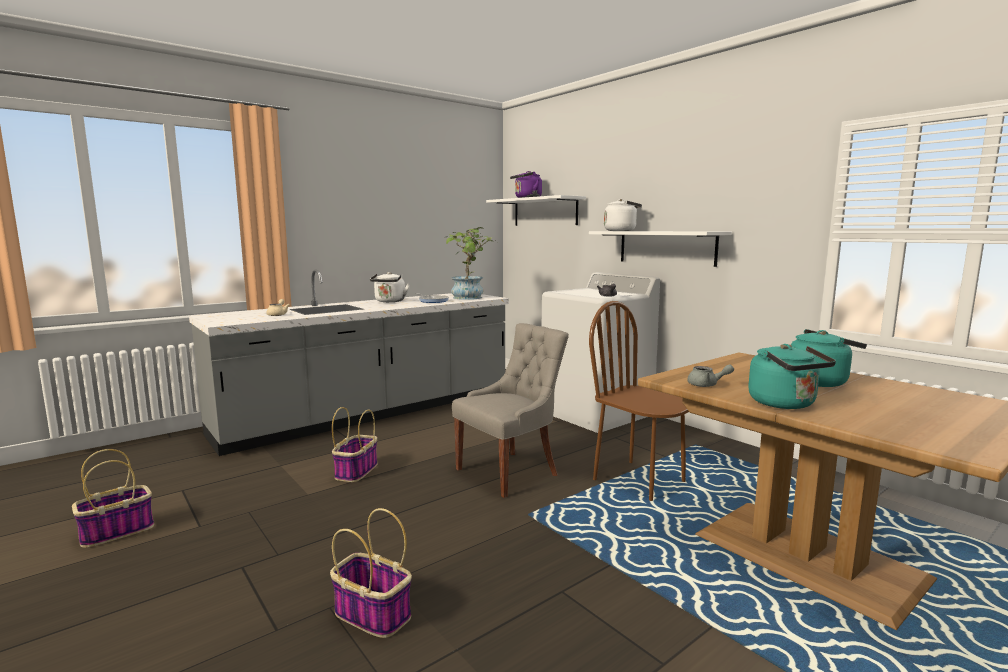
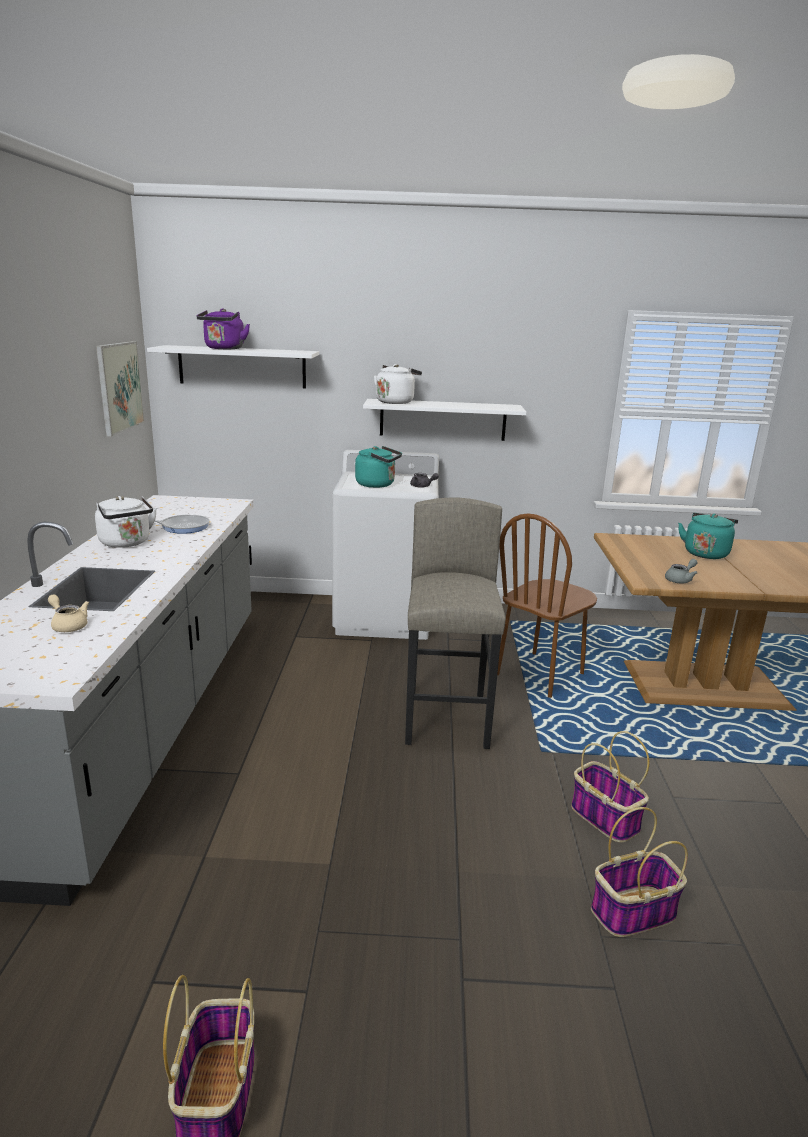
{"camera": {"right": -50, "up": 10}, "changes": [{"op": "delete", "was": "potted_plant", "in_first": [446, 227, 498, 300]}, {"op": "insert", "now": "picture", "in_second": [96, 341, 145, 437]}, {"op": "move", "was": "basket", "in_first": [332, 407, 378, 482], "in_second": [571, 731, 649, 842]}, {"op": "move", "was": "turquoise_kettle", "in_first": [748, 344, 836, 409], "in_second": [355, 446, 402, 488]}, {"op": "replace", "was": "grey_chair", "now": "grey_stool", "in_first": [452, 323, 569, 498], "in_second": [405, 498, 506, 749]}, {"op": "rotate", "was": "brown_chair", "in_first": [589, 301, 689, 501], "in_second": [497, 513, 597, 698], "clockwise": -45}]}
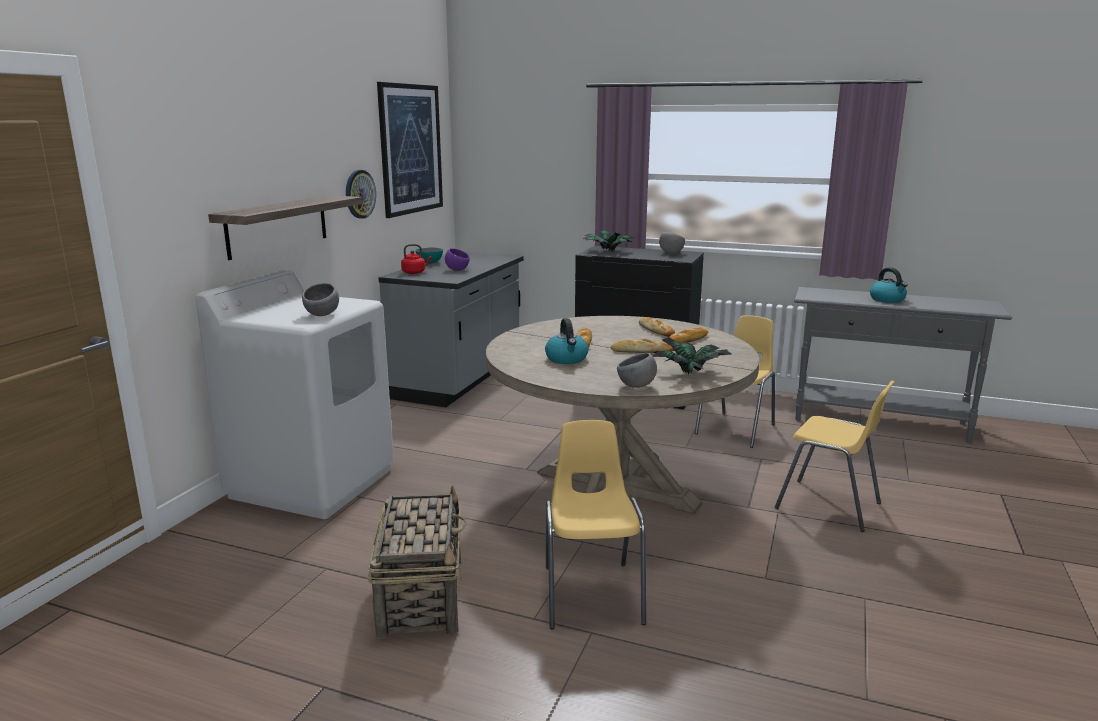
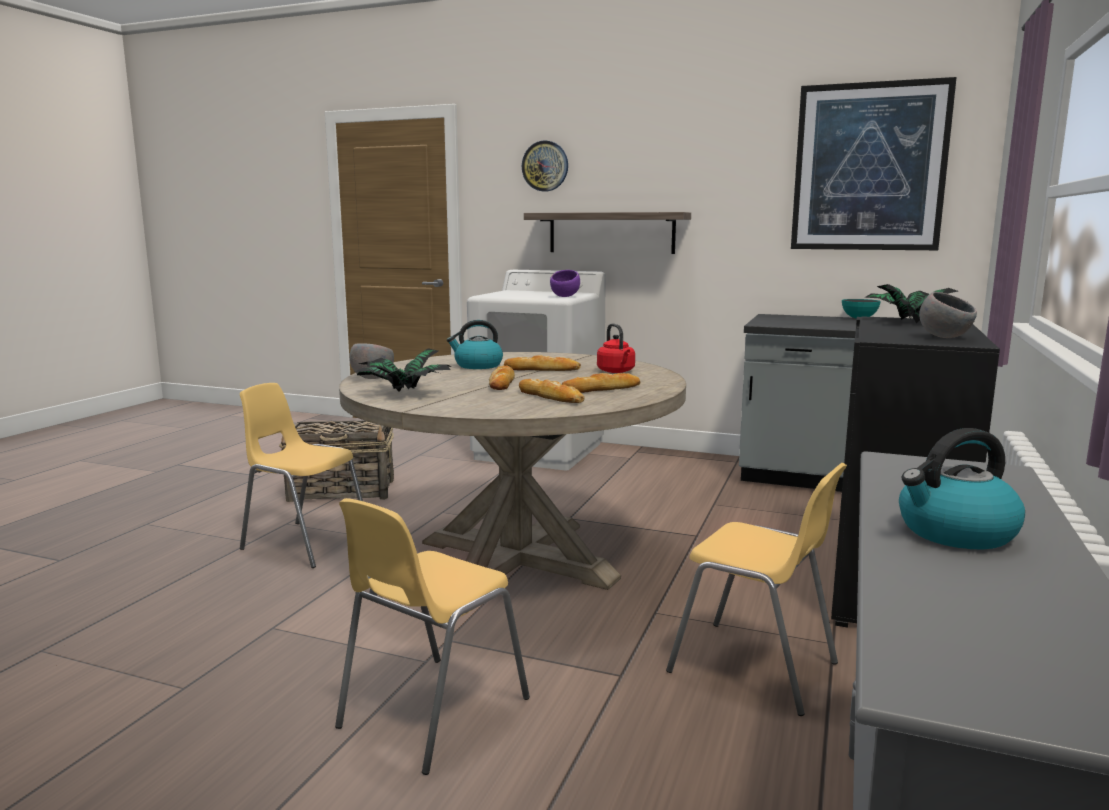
{"camera": {"right": 90, "up": -5}, "changes": [{"op": "delete", "was": "grey_bowl", "in_first": [302, 283, 339, 316]}, {"op": "move", "was": "wall_clock", "in_first": [346, 170, 376, 219], "in_second": [522, 141, 568, 191]}, {"op": "move", "was": "red_kettle", "in_first": [401, 244, 432, 274], "in_second": [597, 323, 635, 373]}, {"op": "move", "was": "purple_bowl", "in_first": [445, 248, 470, 271], "in_second": [550, 270, 580, 297]}, {"op": "rotate", "was": "yellow_chair", "in_first": [546, 420, 646, 629], "in_second": [240, 383, 363, 568], "clockwise": -150}]}
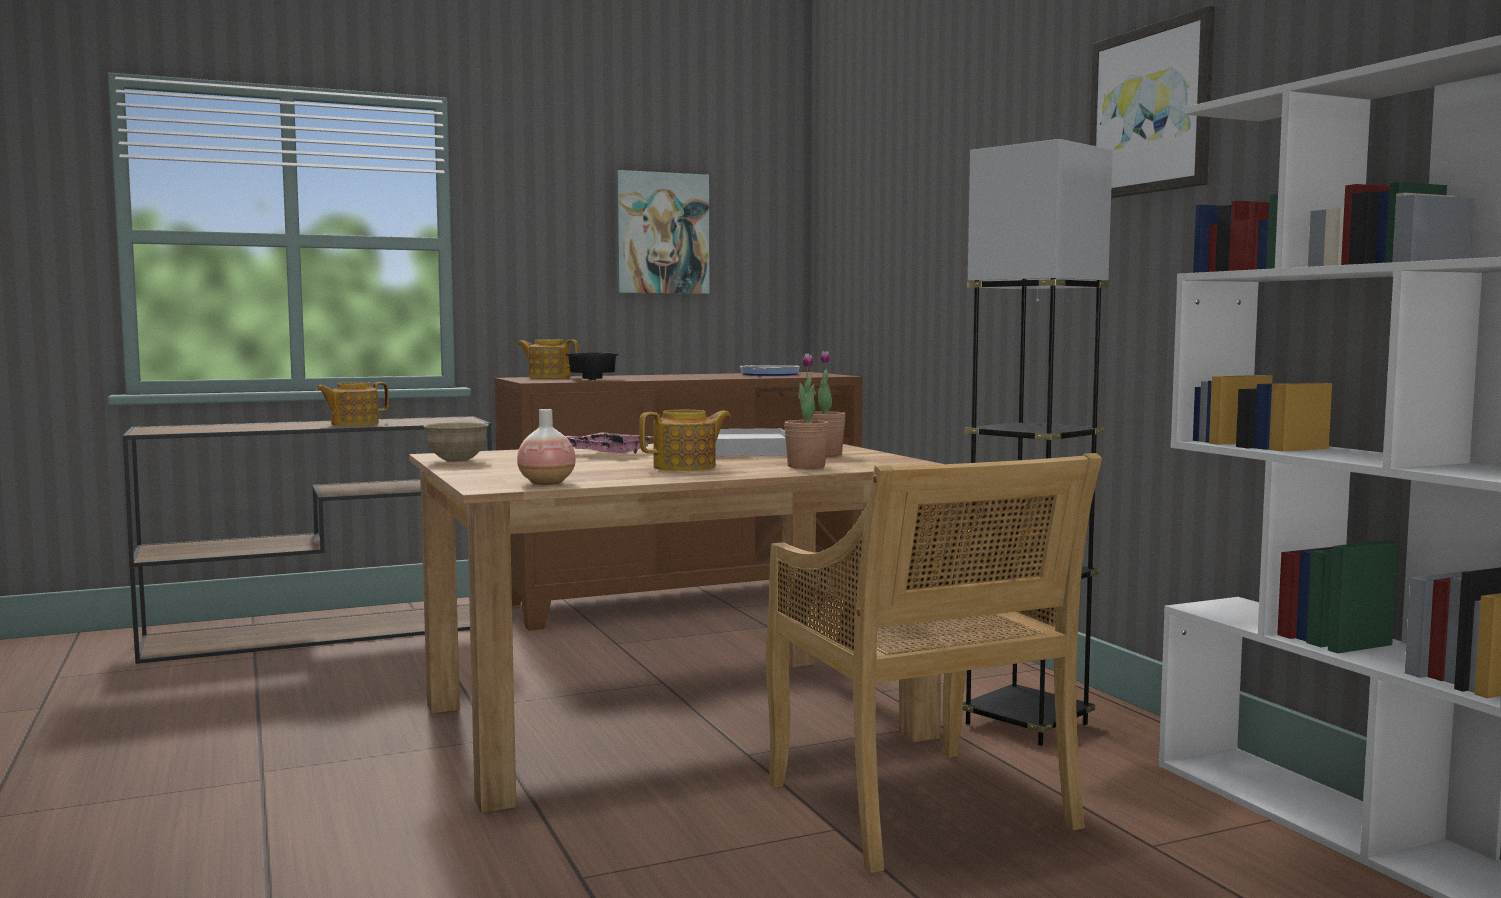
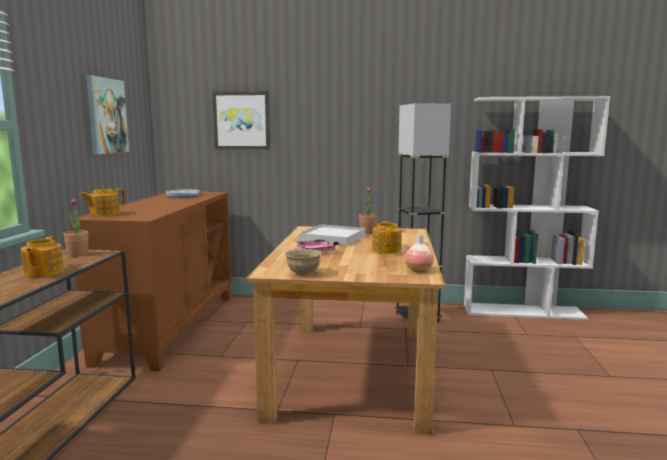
{"camera": {"right": -60, "up": 5}, "changes": [{"op": "delete", "was": "black_bowl", "in_first": [565, 353, 619, 380]}, {"op": "delete", "was": "beige_chair", "in_first": [766, 453, 1102, 873]}, {"op": "move", "was": "potted_plant", "in_first": [784, 353, 829, 469], "in_second": [64, 199, 89, 256]}, {"op": "move", "was": "picture", "in_first": [1089, 6, 1215, 198], "in_second": [212, 91, 270, 149]}]}
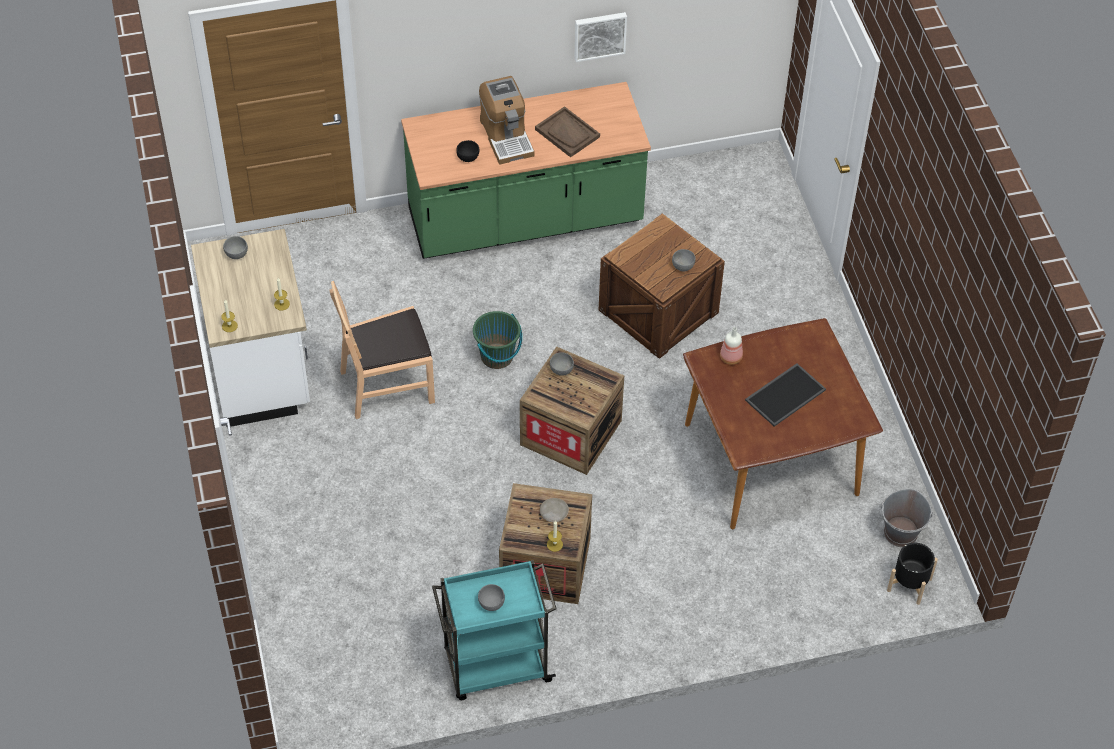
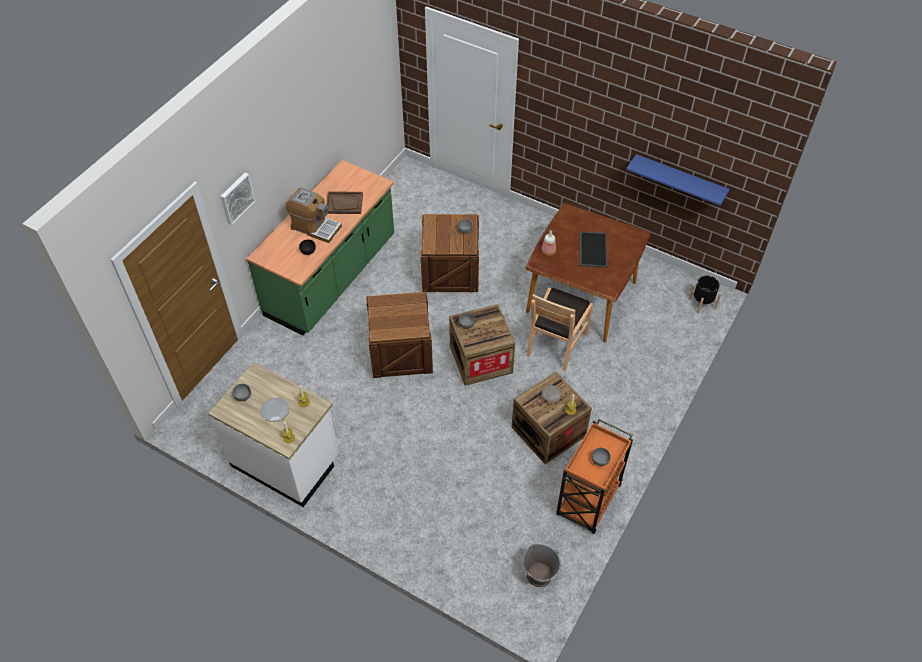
{"camera": {"right": -45, "up": 0}, "changes": [{"op": "insert", "now": "plate", "in_second": [261, 397, 289, 422]}, {"op": "insert", "now": "blue_shelf", "in_second": [626, 154, 730, 206]}, {"op": "move", "was": "brown_chair", "in_first": [330, 281, 435, 419], "in_second": [526, 288, 593, 371]}, {"op": "move", "was": "picture", "in_first": [574, 12, 627, 62], "in_second": [220, 173, 255, 225]}, {"op": "move", "was": "grey_bucket", "in_first": [879, 488, 934, 547], "in_second": [523, 544, 562, 587]}, {"op": "replace", "was": "green_bucket", "now": "crate", "in_first": [473, 311, 522, 369], "in_second": [366, 292, 433, 378]}, {"op": "recolor", "was": "turquoise_cart", "now": "orange_cart", "in_first": [432, 560, 556, 700], "in_second": [556, 419, 633, 534]}]}
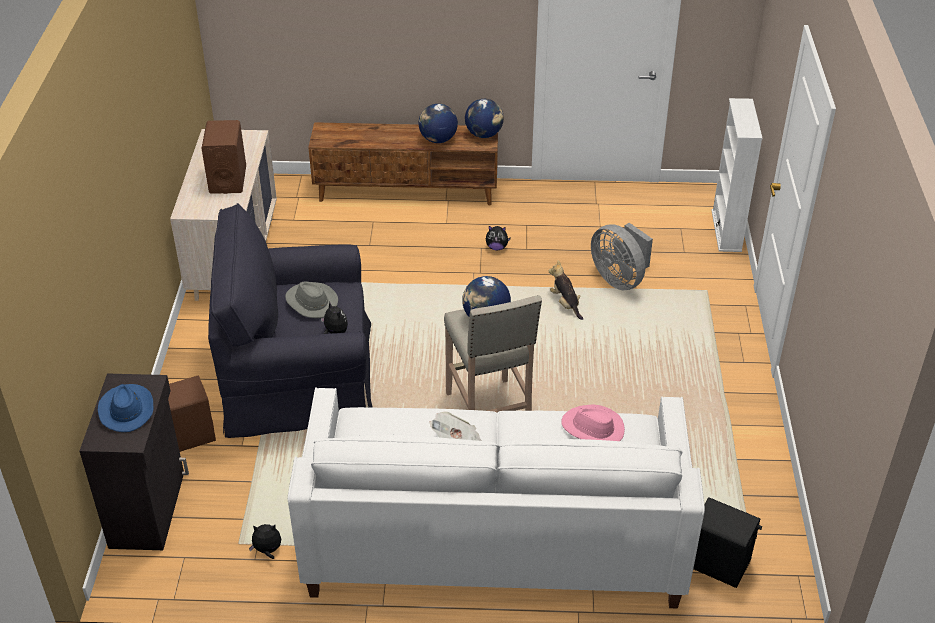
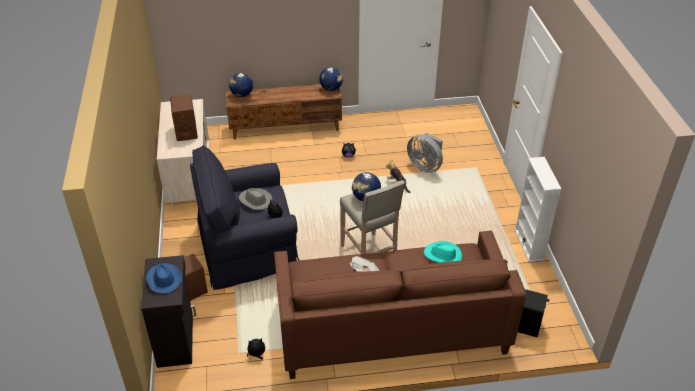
{"camera": {"right": -10, "up": 0}, "changes": [{"op": "move", "was": "globe", "in_first": [418, 104, 458, 143], "in_second": [229, 73, 253, 97]}, {"op": "move", "was": "white_bookcase", "in_first": [711, 98, 763, 252], "in_second": [515, 157, 561, 262]}, {"op": "recolor", "was": "white_sofa", "now": "brown_sofa", "in_first": [288, 387, 705, 608], "in_second": [274, 230, 526, 379]}, {"op": "recolor", "was": "pink_hat", "now": "turquoise_hat", "in_first": [562, 404, 625, 441], "in_second": [424, 241, 462, 263]}]}
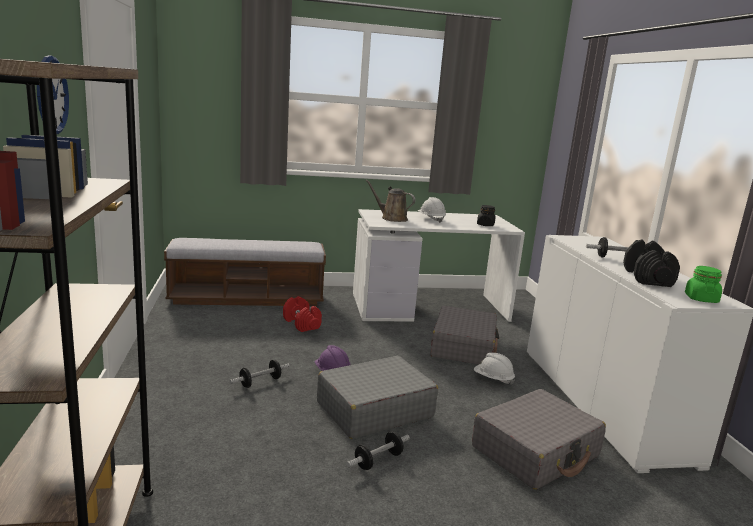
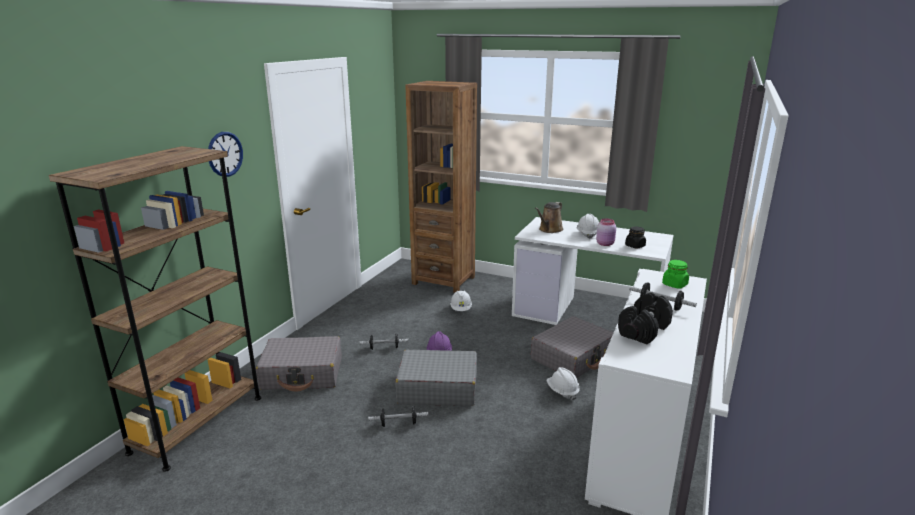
{"camera": {"right": 35, "up": 5}, "changes": [{"op": "insert", "now": "pink_jar", "in_second": [596, 219, 616, 246]}, {"op": "move", "was": "grey_suitcase", "in_first": [472, 389, 606, 490], "in_second": [256, 336, 342, 392]}, {"op": "move", "was": "green_jar", "in_first": [685, 266, 722, 303], "in_second": [662, 260, 689, 289]}, {"op": "replace", "was": "bench", "now": "brown_bookcase", "in_first": [164, 238, 326, 306], "in_second": [405, 81, 477, 293]}, {"op": "replace", "was": "red_dumbbell", "now": "white_hard_hat", "in_first": [283, 296, 322, 332], "in_second": [450, 291, 472, 311]}, {"op": "rotate", "was": "brown_watering_can", "in_first": [365, 180, 415, 222], "in_second": [535, 202, 563, 233], "clockwise": -120}]}
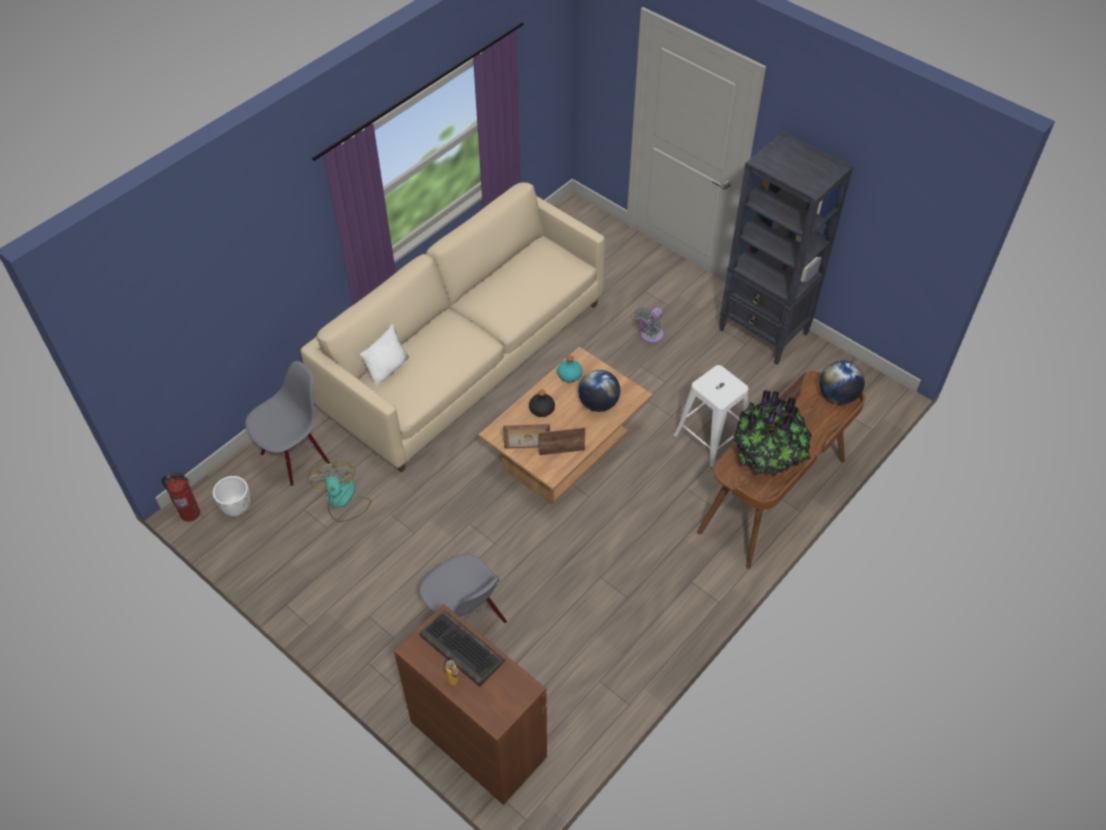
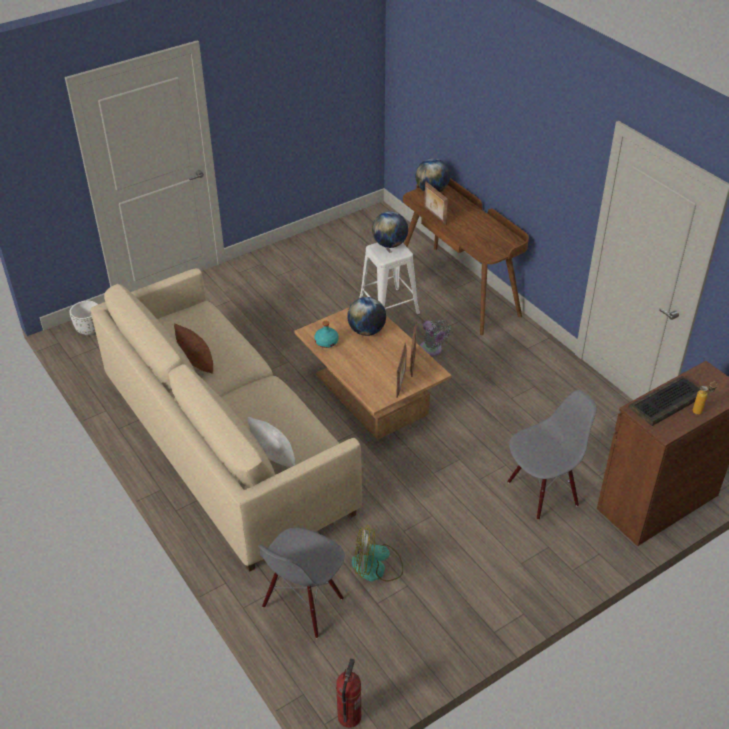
{"camera": {"right": -75, "up": -10}, "changes": [{"op": "delete", "was": "black_bottle", "in_first": [529, 390, 555, 417]}, {"op": "delete", "was": "black_bookcase", "in_first": [719, 131, 853, 365]}, {"op": "delete", "was": "potted_plant", "in_first": [734, 390, 812, 477]}, {"op": "insert", "now": "brown_pillow", "in_second": [174, 324, 213, 374]}, {"op": "insert", "now": "globe", "in_second": [372, 211, 408, 248]}, {"op": "move", "was": "white_planter", "in_first": [213, 476, 251, 517], "in_second": [70, 301, 98, 335]}, {"op": "move", "was": "grey_fan", "in_first": [634, 307, 664, 343], "in_second": [419, 320, 451, 357]}, {"op": "rotate", "was": "grey_chair", "in_first": [245, 361, 330, 487], "in_second": [258, 527, 345, 638], "clockwise": -120}]}
